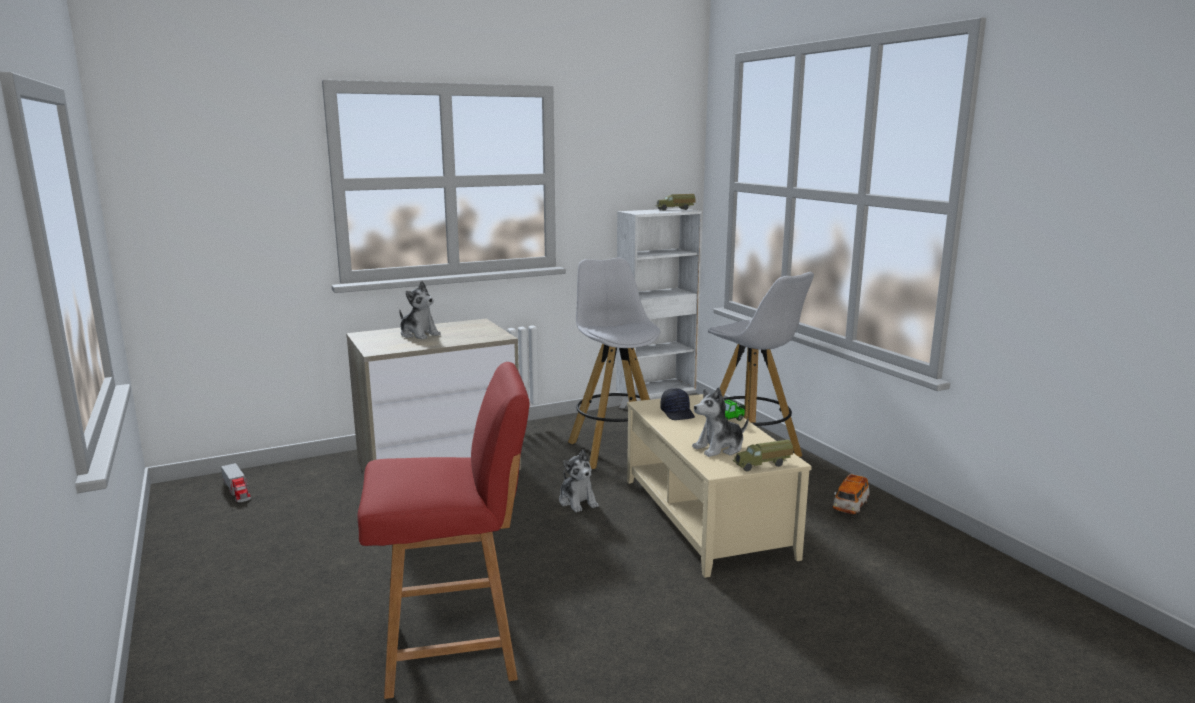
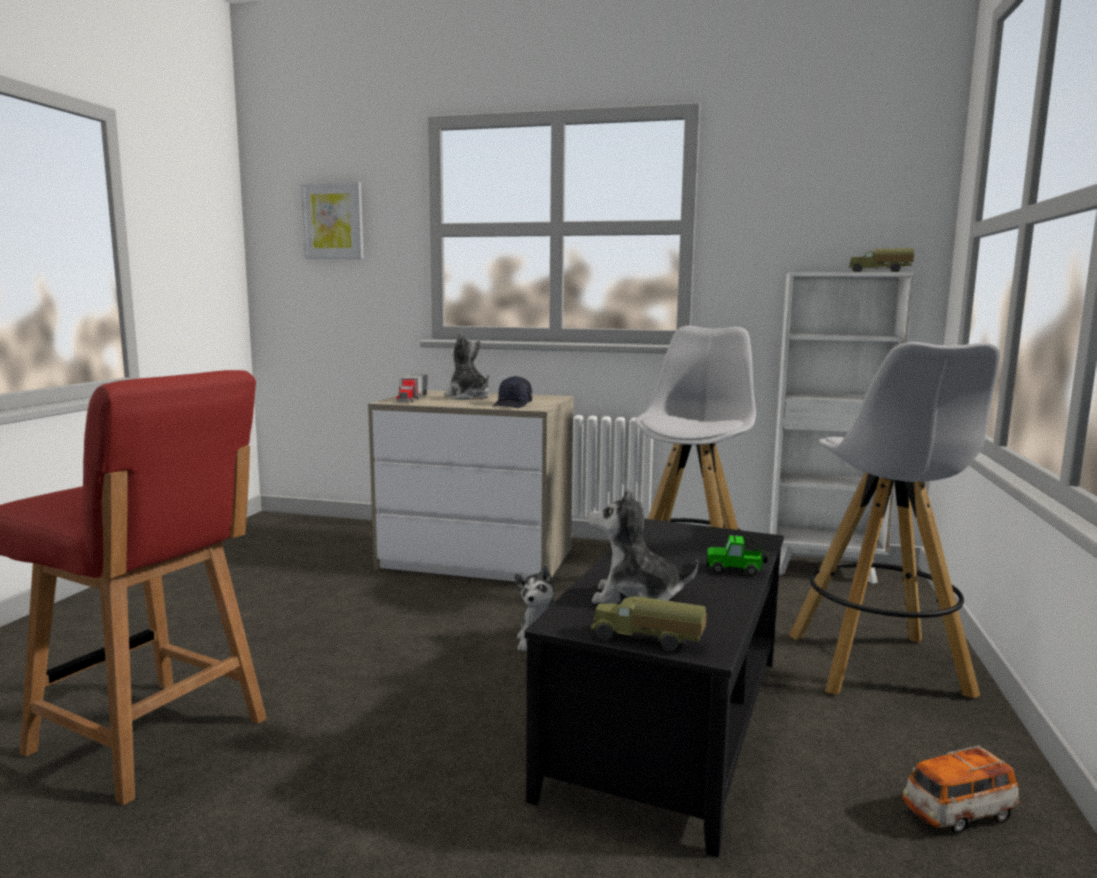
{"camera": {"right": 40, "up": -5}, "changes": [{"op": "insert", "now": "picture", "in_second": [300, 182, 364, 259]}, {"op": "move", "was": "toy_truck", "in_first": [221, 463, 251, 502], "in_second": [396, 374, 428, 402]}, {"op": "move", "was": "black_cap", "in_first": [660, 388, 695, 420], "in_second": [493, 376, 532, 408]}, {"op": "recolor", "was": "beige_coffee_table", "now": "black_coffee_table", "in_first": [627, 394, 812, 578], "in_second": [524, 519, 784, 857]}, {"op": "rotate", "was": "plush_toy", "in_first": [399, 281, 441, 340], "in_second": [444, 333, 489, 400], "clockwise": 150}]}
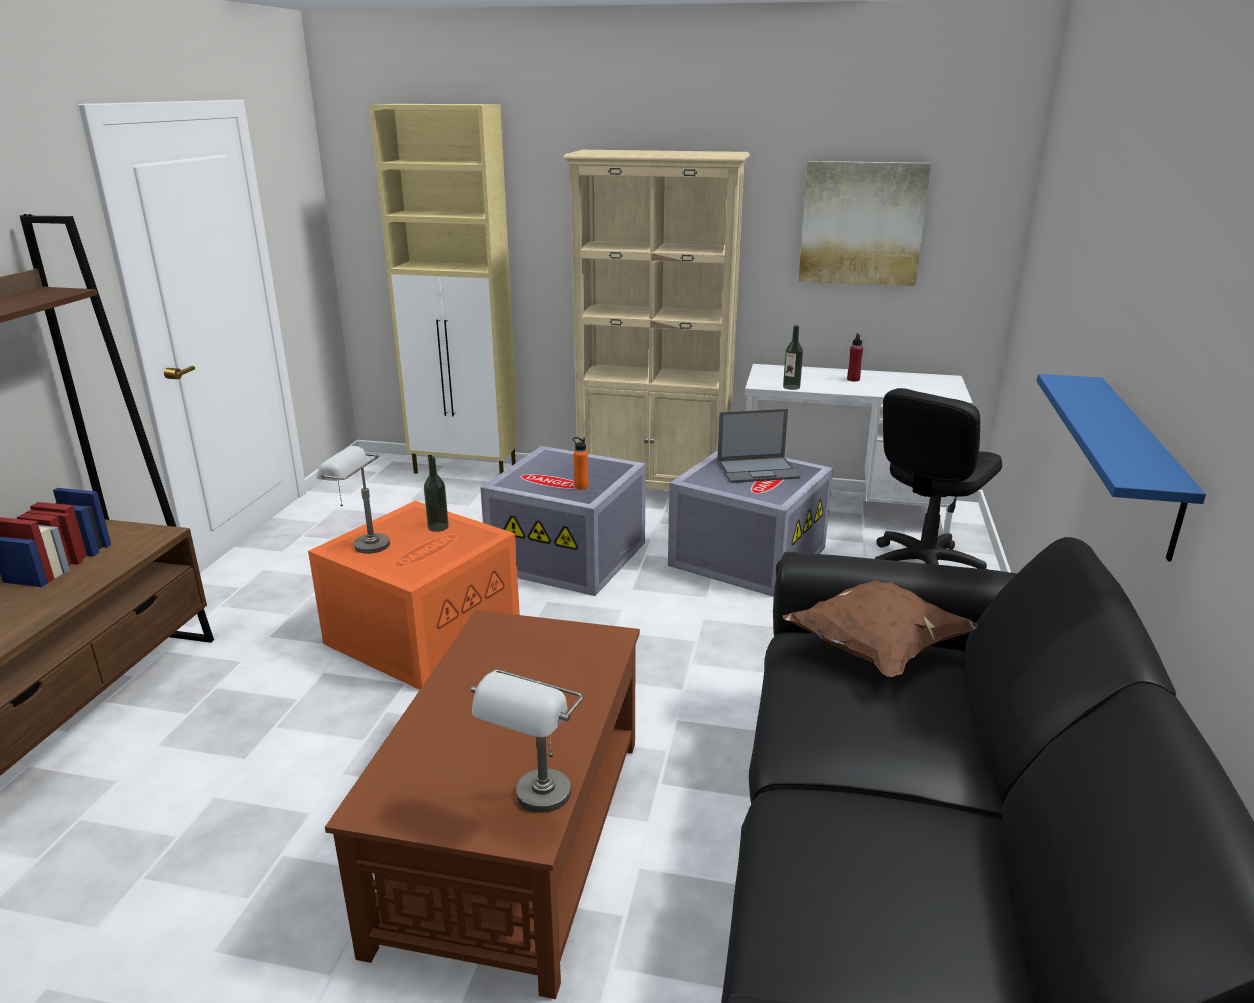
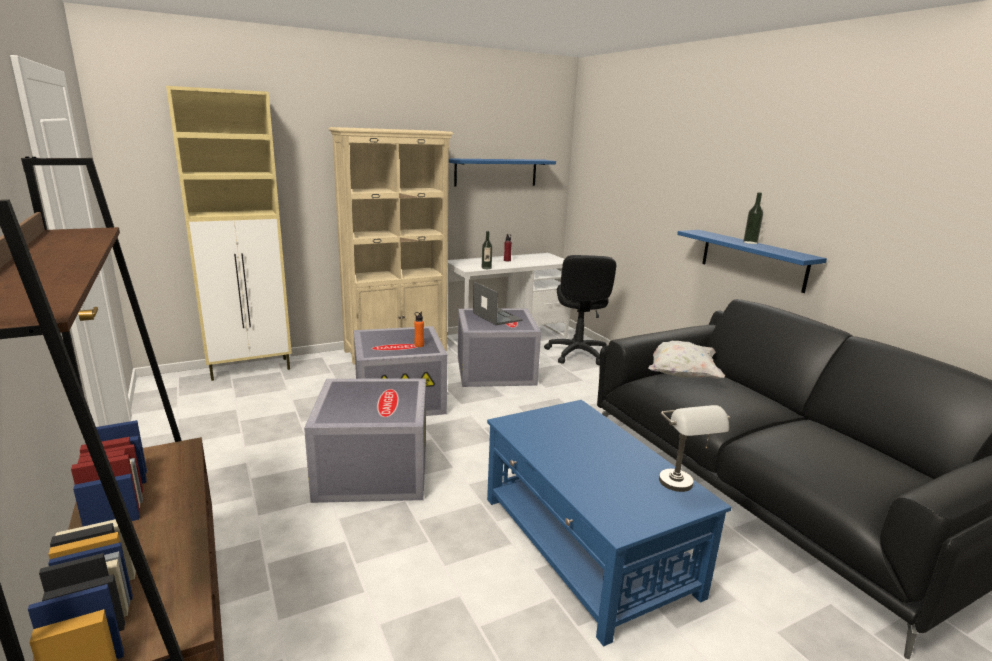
{"camera": {"right": -40, "up": -5}, "changes": [{"op": "delete", "was": "grey_table_lamp", "in_first": [316, 446, 390, 554]}, {"op": "move", "was": "bottle", "in_first": [424, 456, 449, 532], "in_second": [743, 193, 763, 244]}, {"op": "replace", "was": "picture", "now": "blue_shelf", "in_first": [798, 161, 931, 286], "in_second": [449, 159, 556, 187]}, {"op": "recolor", "was": "orange_storage_box", "now": "grey_storage_box", "in_first": [308, 501, 520, 690], "in_second": [304, 378, 426, 503]}, {"op": "recolor", "was": "brown_coffee_table", "now": "blue_coffee_table", "in_first": [325, 610, 640, 999], "in_second": [487, 400, 732, 647]}, {"op": "recolor", "was": "brown_pillow", "now": "white_pillow", "in_first": [782, 580, 978, 677], "in_second": [648, 341, 725, 379]}, {"op": "rotate", "was": "laptop", "in_first": [717, 408, 800, 483], "in_second": [473, 282, 523, 325], "clockwise": -75}]}
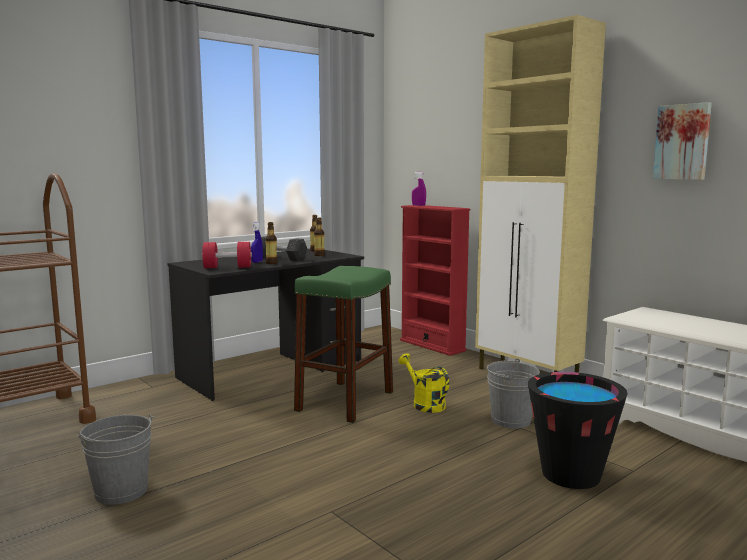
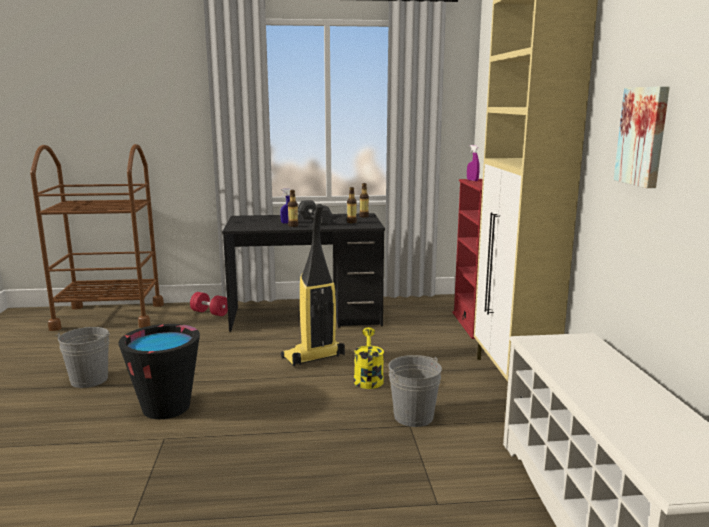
{"camera": {"right": 35, "up": 5}, "changes": [{"op": "move", "was": "red_dumbbell", "in_first": [202, 242, 252, 268], "in_second": [190, 292, 228, 316]}, {"op": "move", "was": "black_bucket", "in_first": [528, 372, 628, 489], "in_second": [118, 324, 200, 419]}, {"op": "replace", "was": "green_stool", "now": "vacuum_cleaner", "in_first": [294, 266, 393, 423], "in_second": [281, 204, 345, 366]}]}
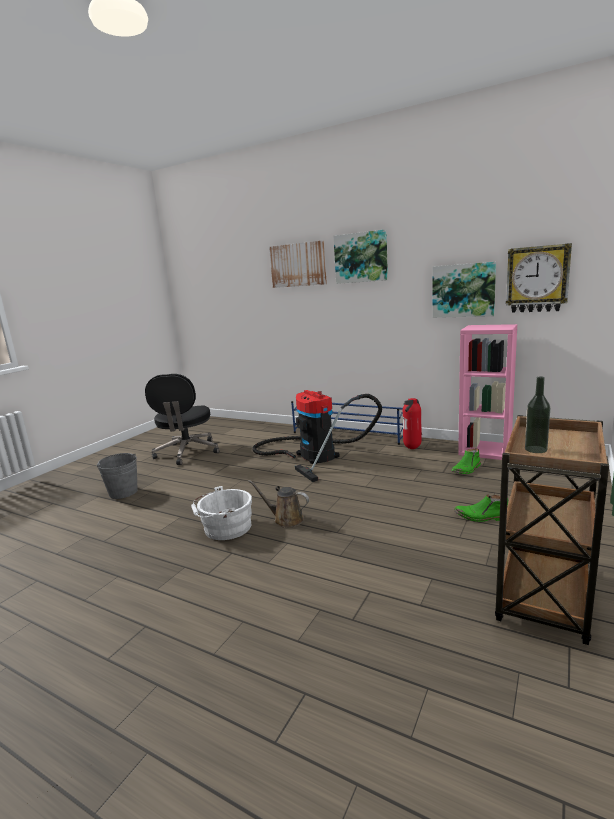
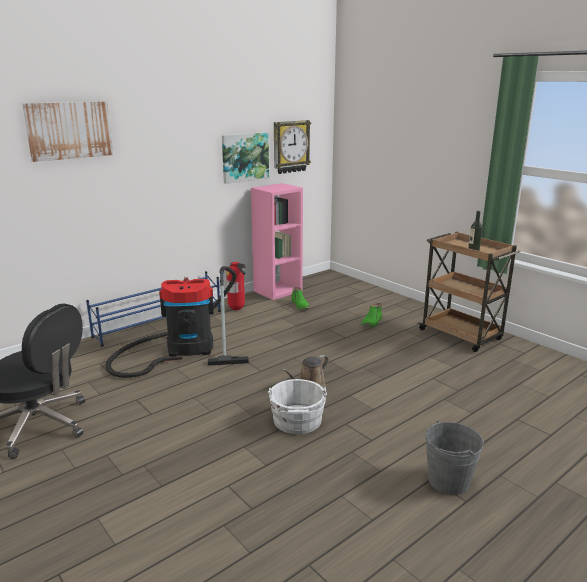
{"camera": {"right": -70, "up": 5}, "changes": [{"op": "delete", "was": "picture", "in_first": [333, 229, 388, 284]}, {"op": "move", "was": "grey_bucket", "in_first": [97, 453, 138, 499], "in_second": [425, 420, 484, 495]}]}
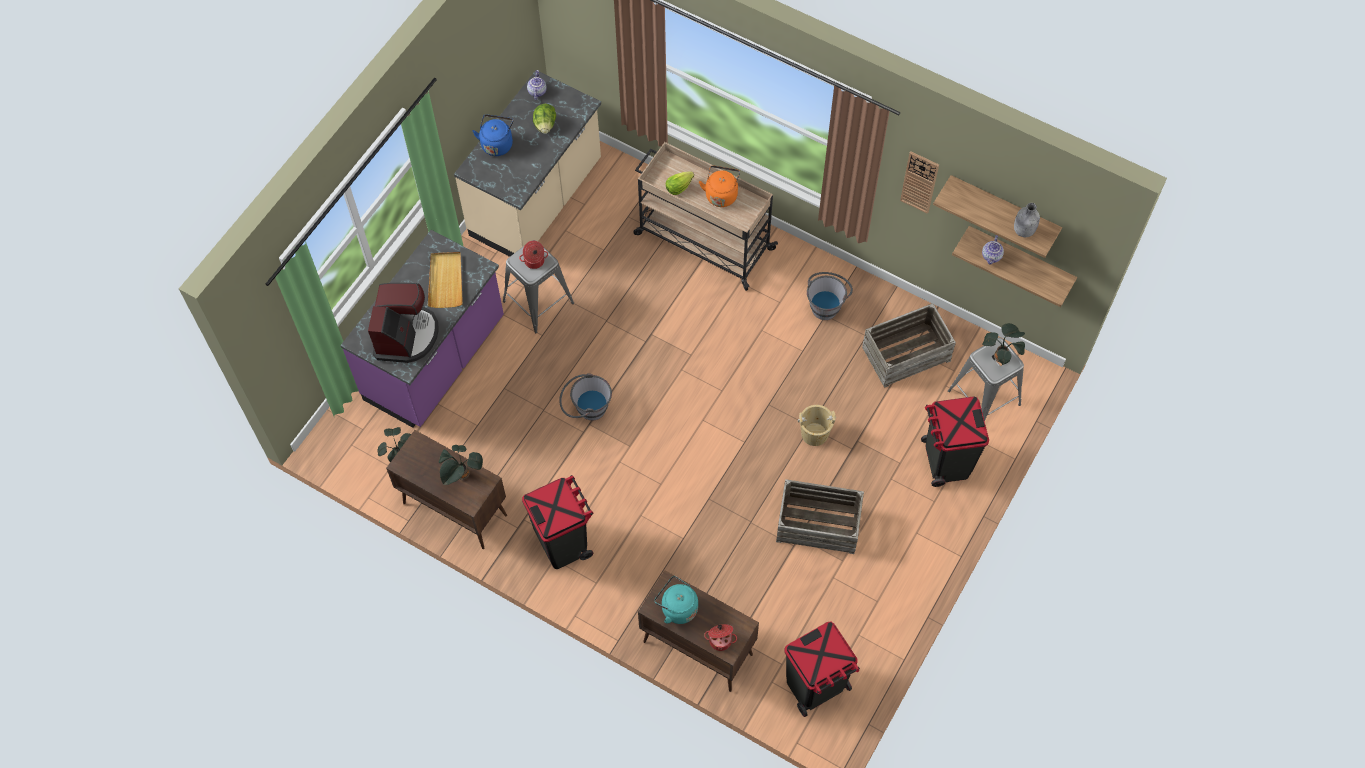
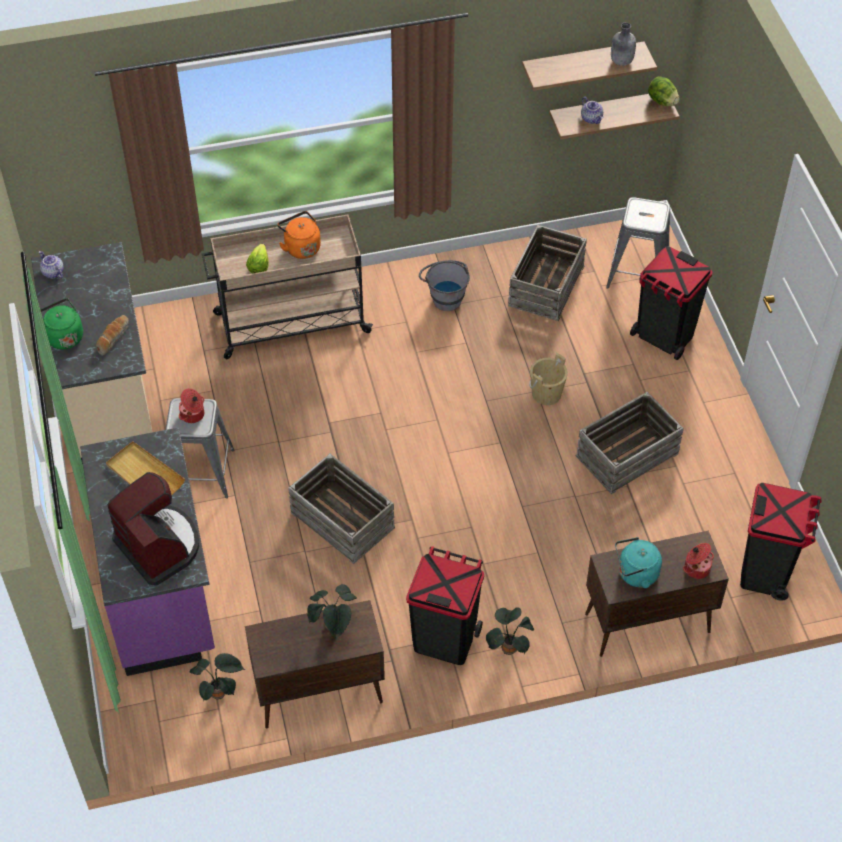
{"camera": {"right": -45, "up": -10}, "changes": [{"op": "delete", "was": "wall_clock", "in_first": [900, 151, 939, 214]}, {"op": "insert", "now": "bread", "in_second": [96, 315, 129, 356]}, {"op": "move", "was": "lettuce", "in_first": [533, 104, 556, 134], "in_second": [648, 76, 680, 106]}, {"op": "move", "was": "potted_plant", "in_first": [982, 323, 1025, 366], "in_second": [486, 607, 534, 655]}, {"op": "replace", "was": "grey_bucket", "now": "crate", "in_first": [559, 373, 612, 421], "in_second": [288, 454, 395, 564]}, {"op": "recolor", "was": "blue_kettle", "now": "green_kettle", "in_first": [472, 114, 513, 156], "in_second": [40, 298, 83, 350]}]}
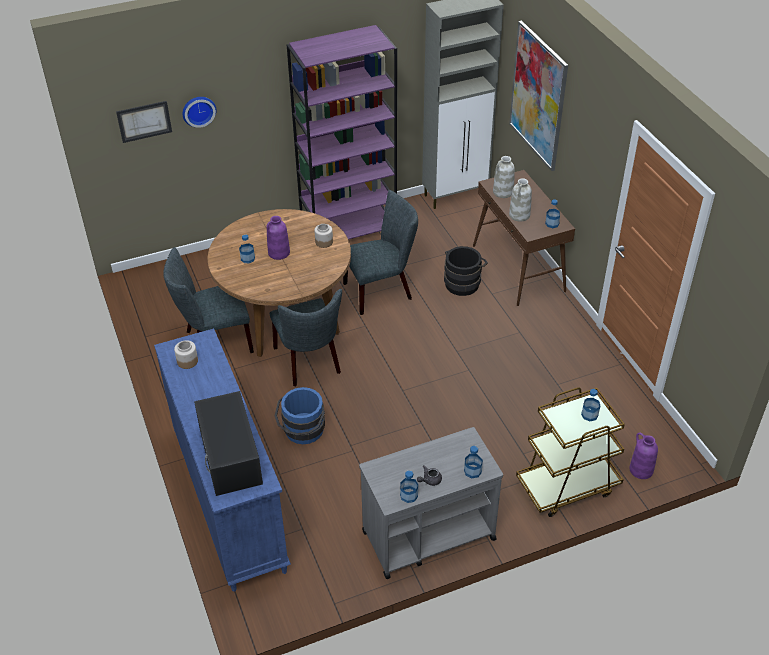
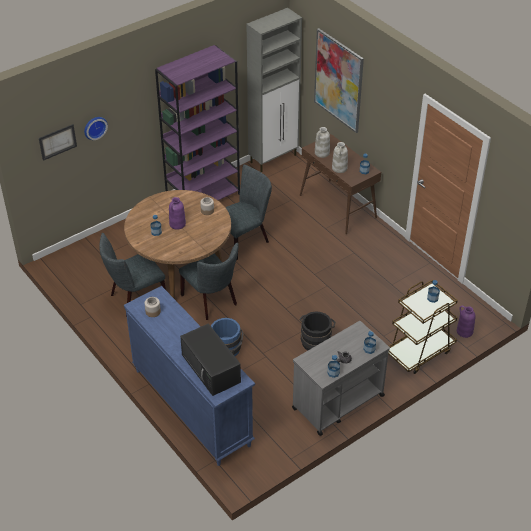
{"camera": {"right": -15, "up": 0}, "changes": [{"op": "move", "was": "black_bucket", "in_first": [444, 246, 488, 296], "in_second": [299, 312, 336, 351]}]}
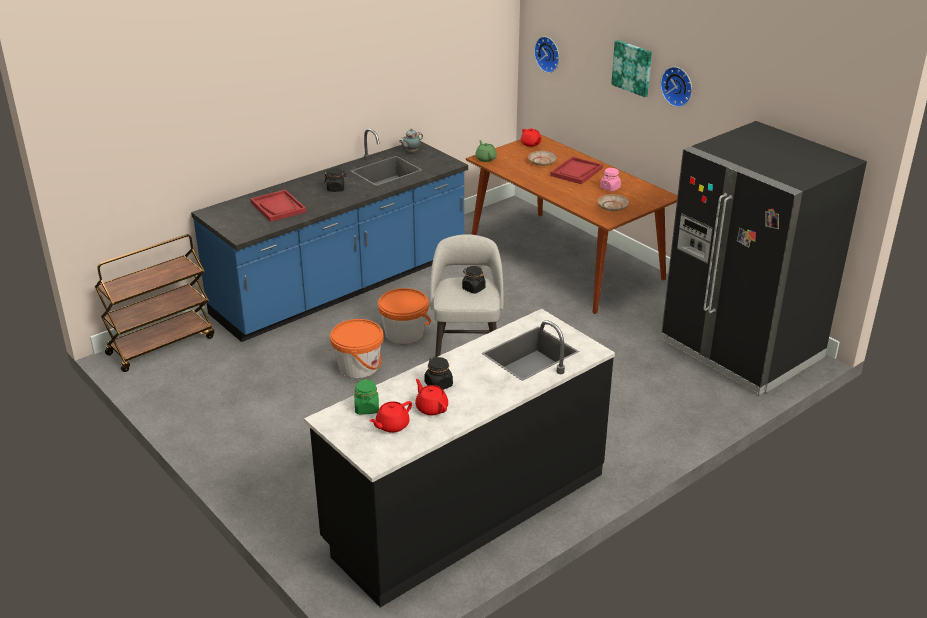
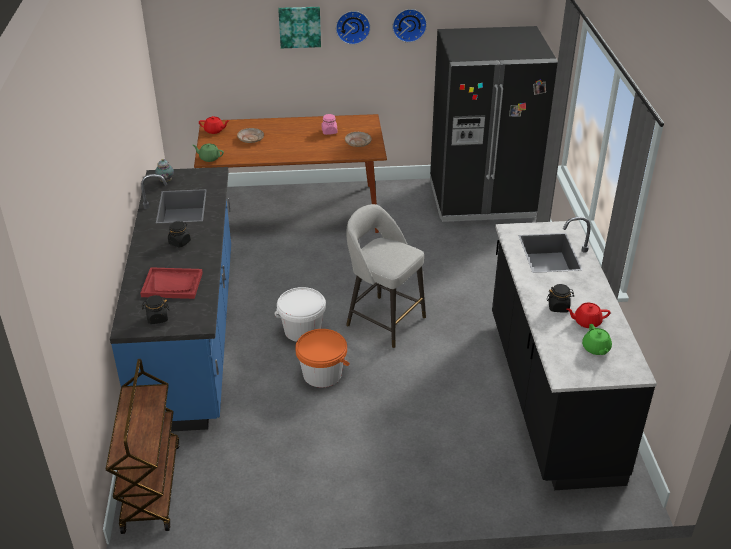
{"camera": {"right": -55, "up": 5}, "changes": [{"op": "delete", "was": "green_jar", "in_first": [354, 379, 379, 414]}, {"op": "delete", "was": "red_tray", "in_first": [550, 156, 603, 184]}, {"op": "move", "was": "black_jar", "in_first": [462, 266, 486, 293], "in_second": [142, 295, 170, 324]}, {"op": "move", "was": "wall_clock", "in_first": [534, 36, 559, 73], "in_second": [392, 9, 427, 42]}, {"op": "recolor", "was": "red_teapot", "now": "green_teapot", "in_first": [370, 401, 412, 433], "in_second": [582, 324, 612, 355]}, {"op": "recolor", "was": "orange_bucket", "now": "white_bucket", "in_first": [378, 288, 431, 344], "in_second": [275, 287, 326, 342]}]}
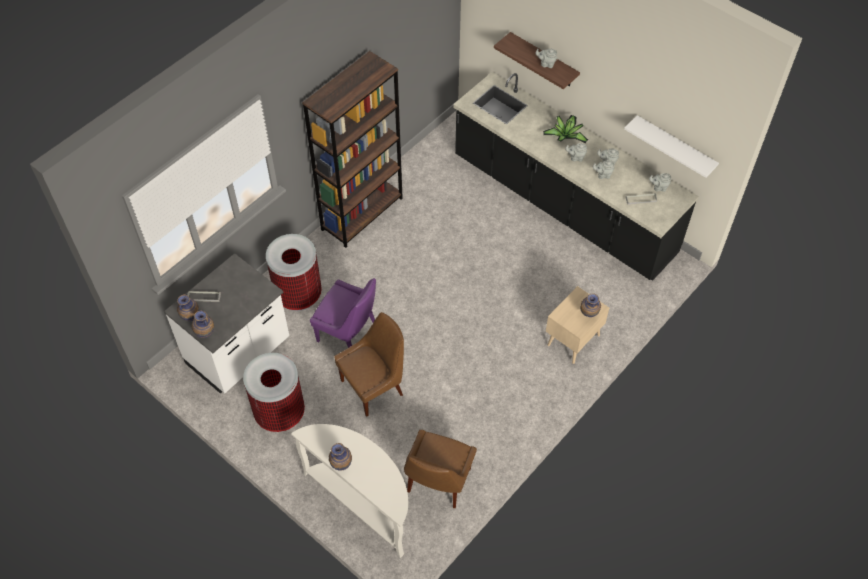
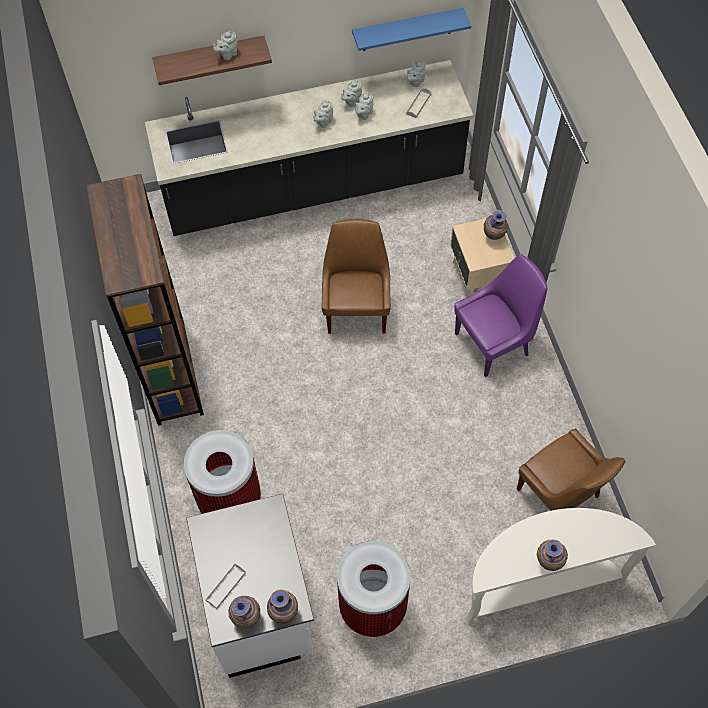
{"camera": {"right": -55, "up": 5}, "changes": [{"op": "delete", "was": "potted_plant", "in_first": [543, 115, 588, 143]}, {"op": "move", "was": "purple_chair", "in_first": [310, 278, 376, 348], "in_second": [454, 254, 547, 377]}, {"op": "move", "was": "brown_chair", "in_first": [334, 312, 404, 417], "in_second": [321, 219, 391, 334]}, {"op": "recolor", "was": "white_shelf", "now": "blue_shelf", "in_first": [624, 115, 719, 178], "in_second": [352, 8, 471, 51]}]}
